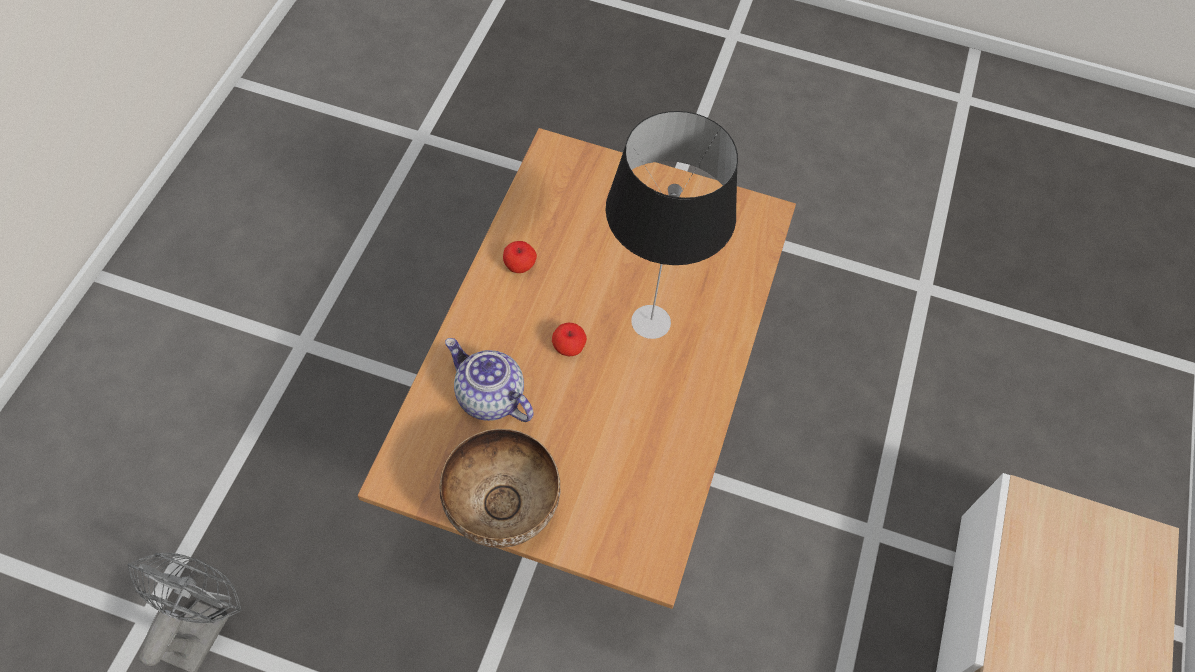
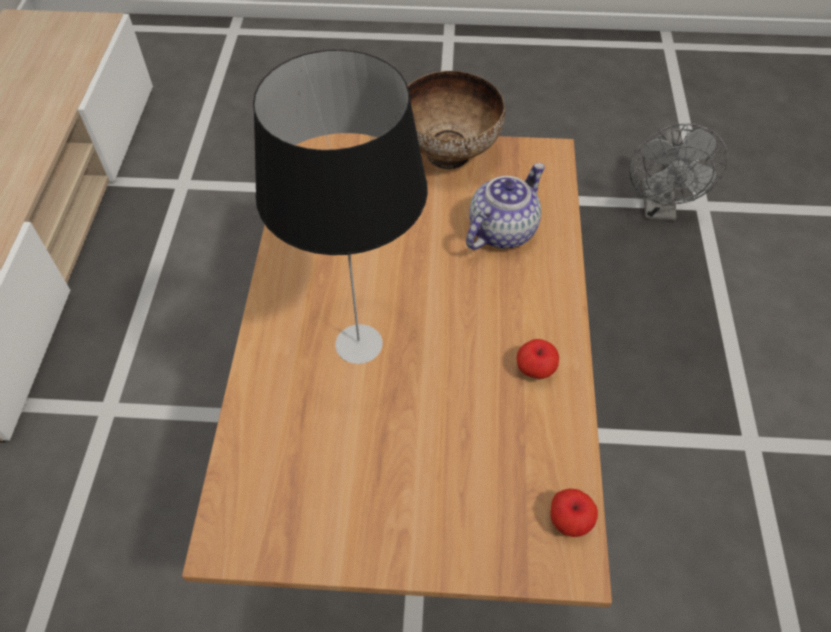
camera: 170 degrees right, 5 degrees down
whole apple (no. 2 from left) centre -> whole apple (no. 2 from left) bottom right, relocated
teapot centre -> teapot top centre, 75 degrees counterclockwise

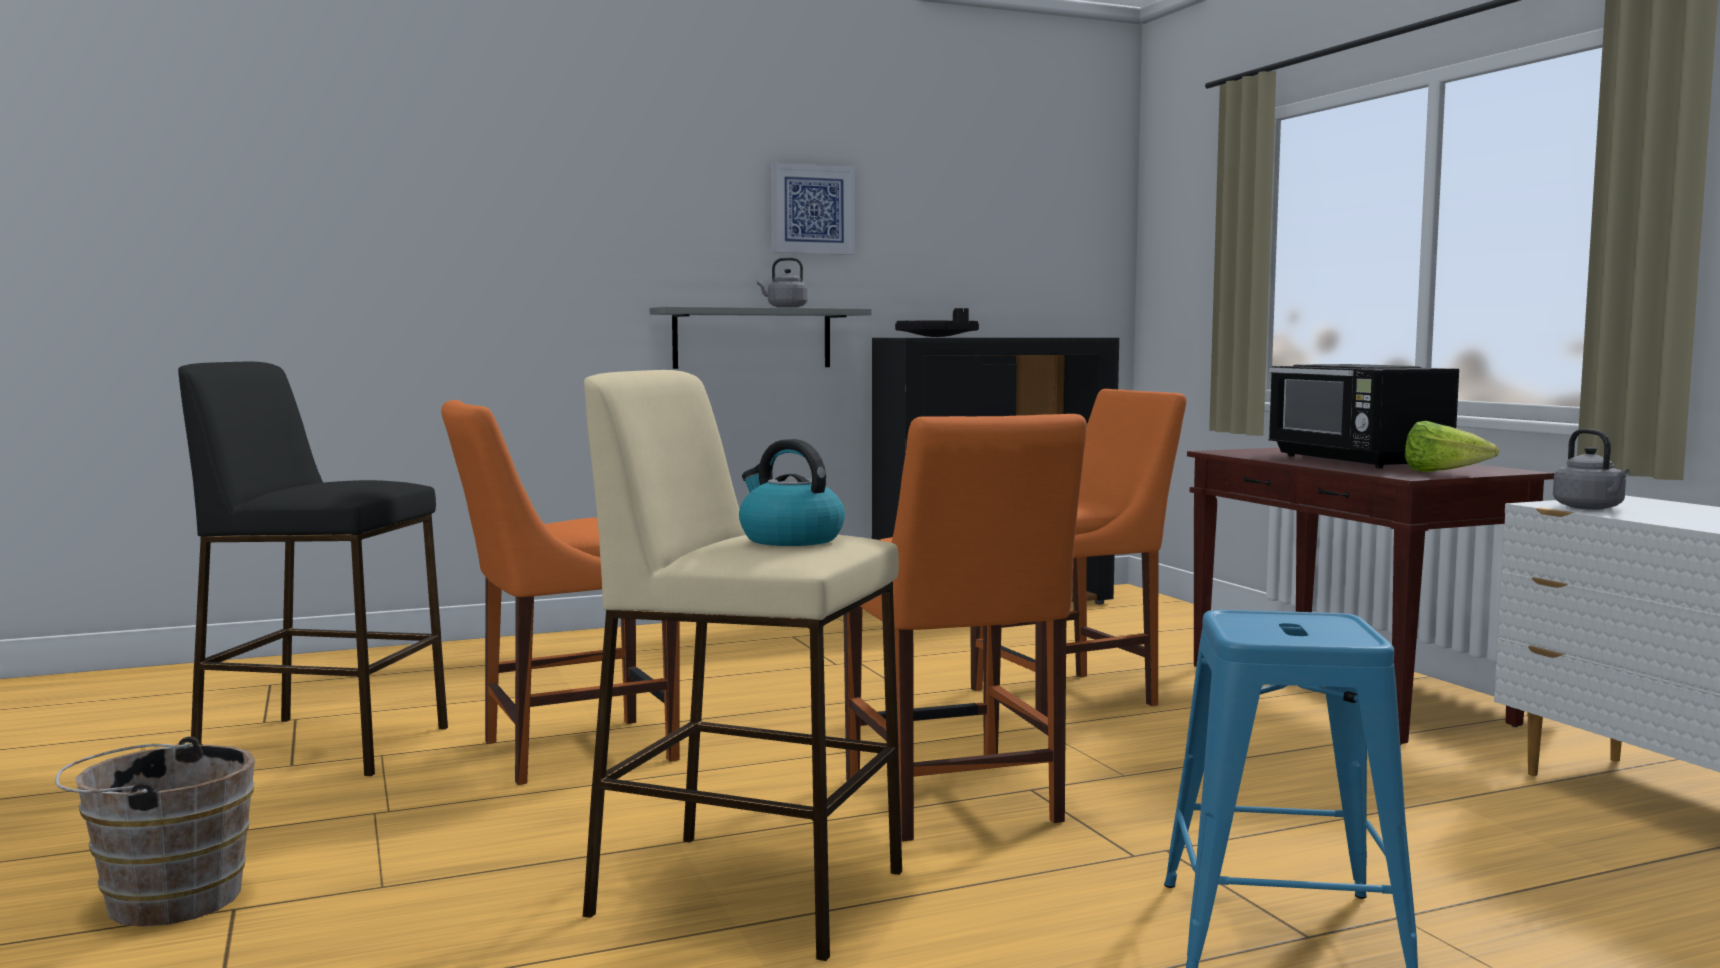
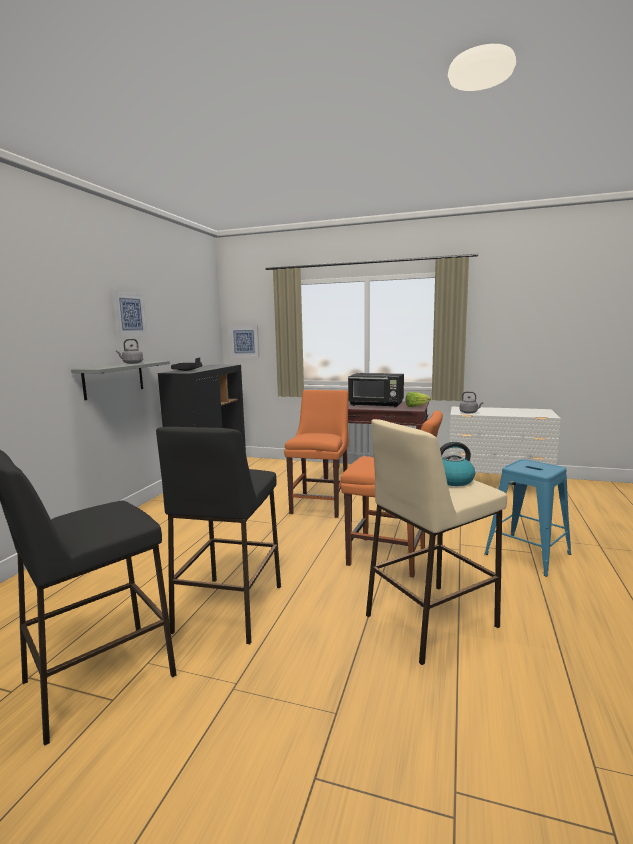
camera: 50 degrees left, 5 degrees up
orange-coloured upright chair (no. 1 from left) middle left -> blackish stool seat (no. 2 from left) centre
brown-coloured pail bottom left -> none
none -> wall picture (no. 2 from left) centre

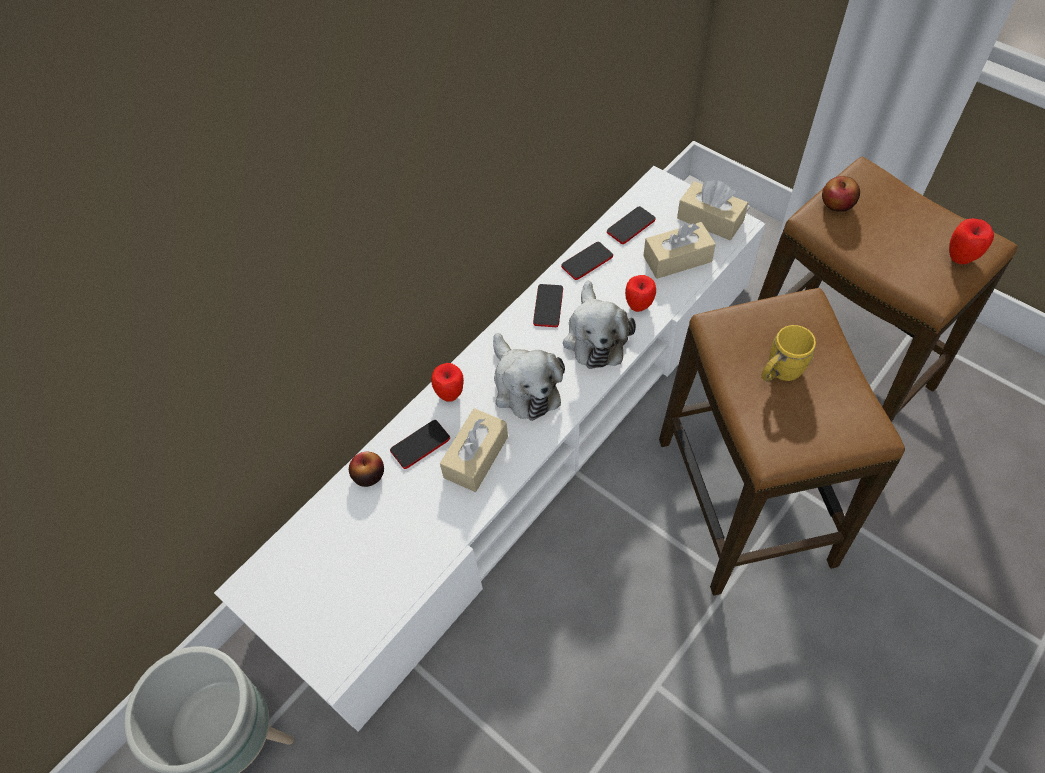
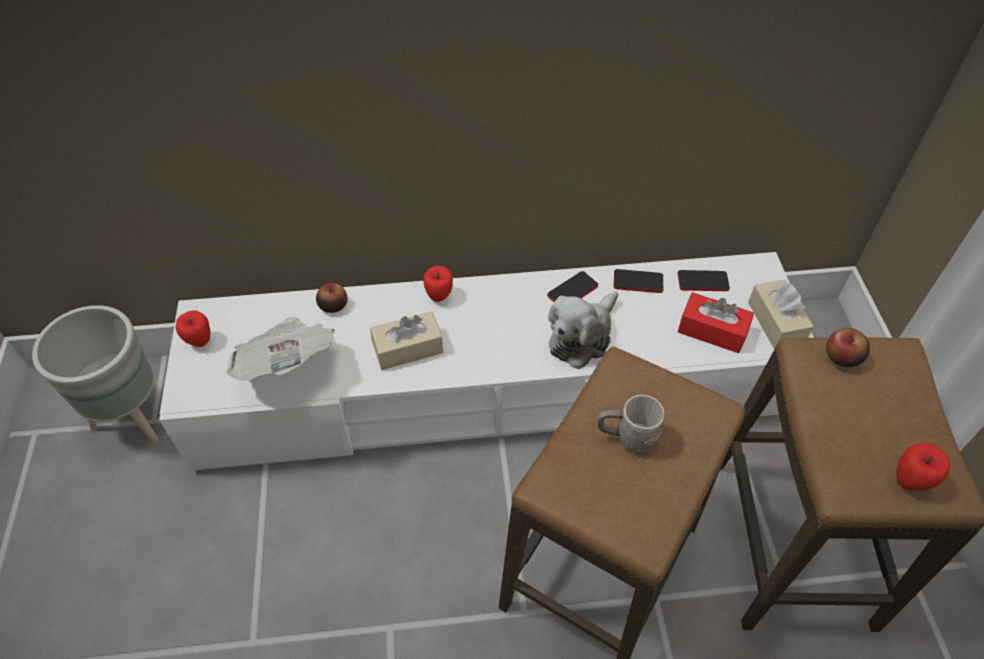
camera: 40 degrees right, 5 degrees down
beige box of tissues (no. 2 from left) top centre -> red box of tissues middle right
whole apple (no. 3 from left in the first image) centre -> whole apple (no. 1 from left) middle left, relocated
yellow coffee mug middle right -> greyish coffee mug centre
plush toy (no. 1 from left) centre -> none
phone (no. 1 from left) centre -> none
none -> daily paper middle left

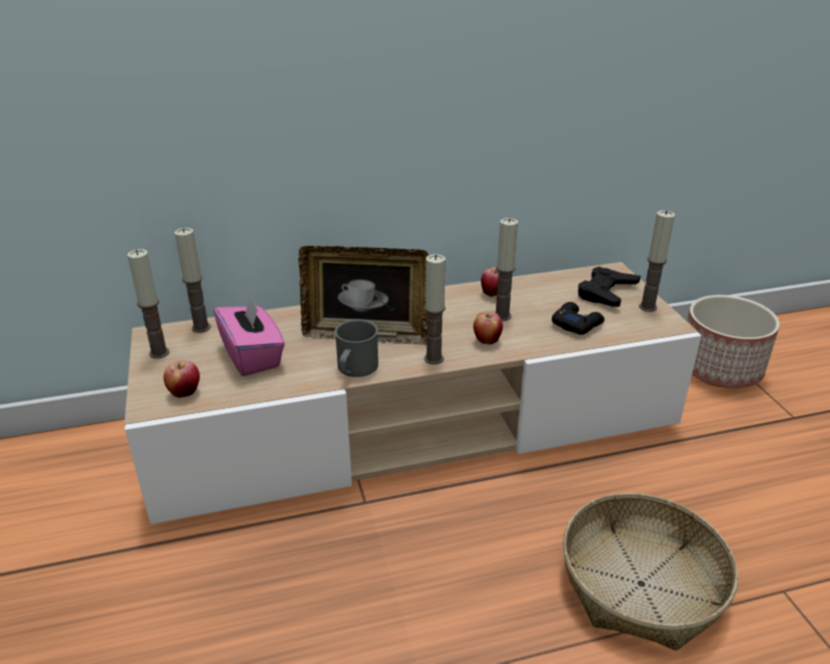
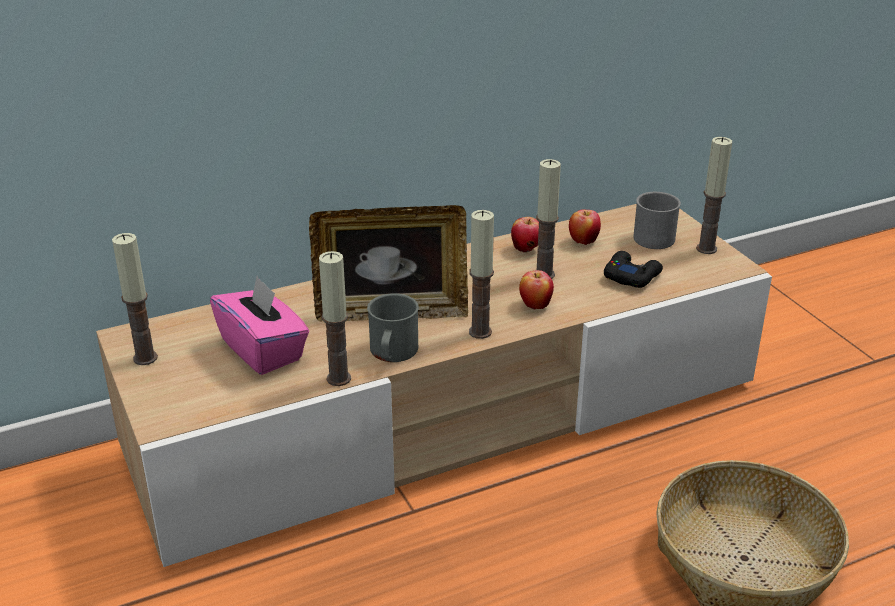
camera: 10 degrees left, 0 degrees up
candle (no. 2 from left) middle left -> candle (no. 2 from left) centre, relocated
blackish gamepad (no. 2 from left) middle right -> greyish coffee mug (no. 2 from left) middle right
flower pot middle right -> none
whole apple (no. 1 from left in the first image) middle left -> whole apple (no. 3 from left) centre, relocated

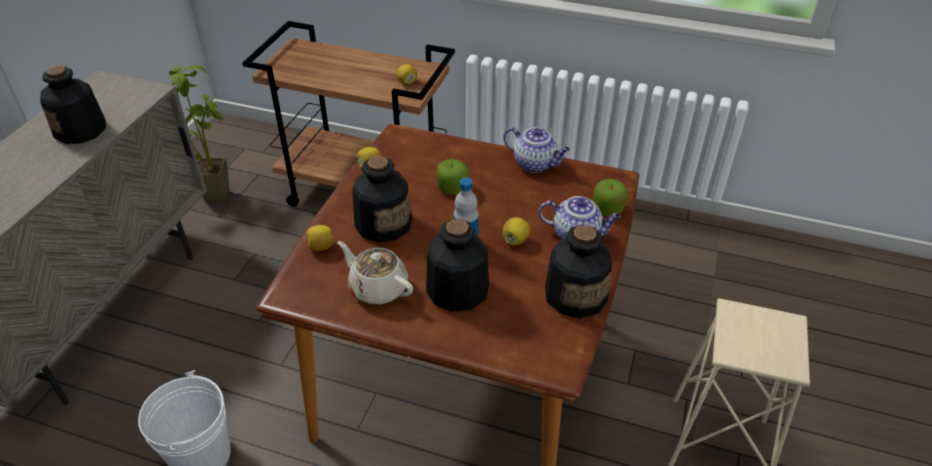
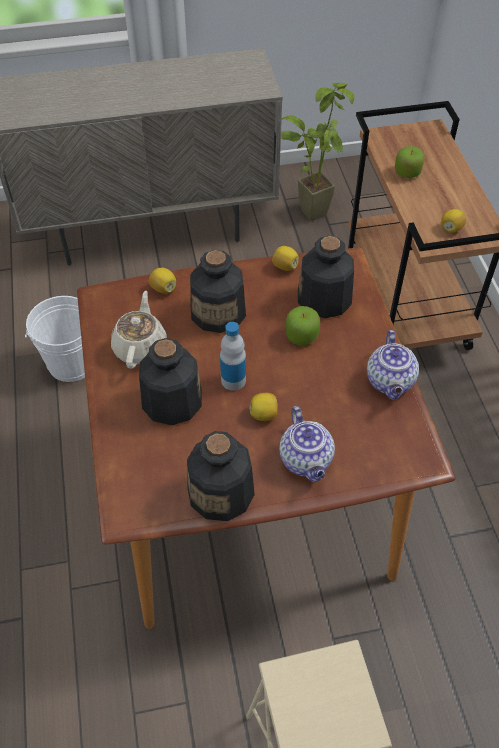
camera: 60 degrees right, 10 degrees up
beverage bottle (no. 1 from left in the first image) top left -> beverage bottle (no. 5 from left) centre, relocated
whole apple (no. 2 from left) centre -> whole apple (no. 2 from left) top right, relocated

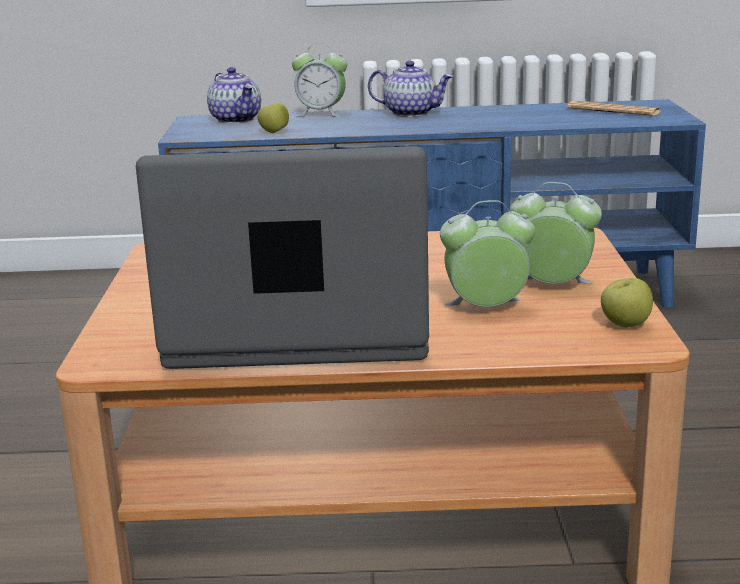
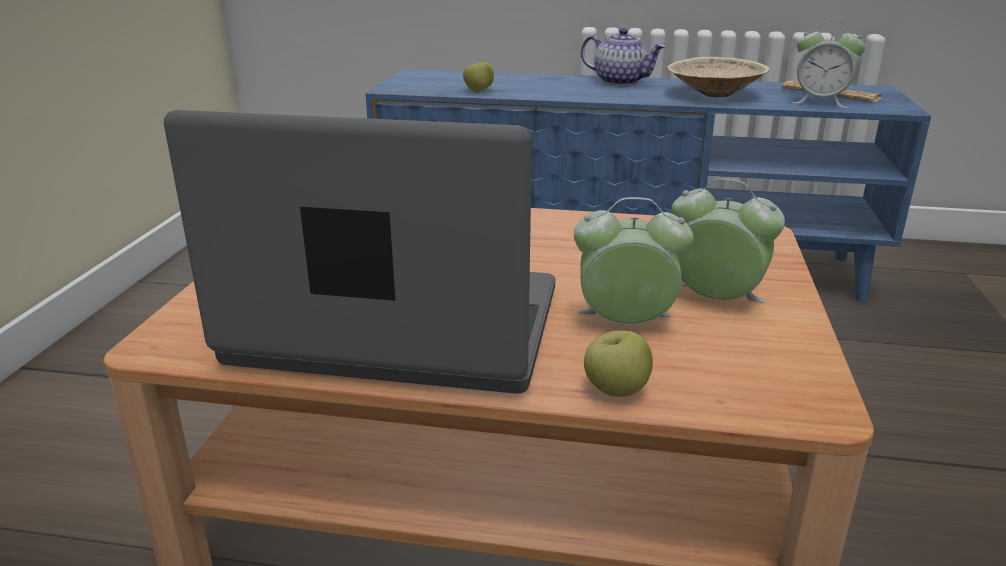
camera: 10 degrees right, 5 degrees up
alarm clock (no. 1 from left in the first image) top centre -> alarm clock (no. 3 from left) top right, relocated
teapot (no. 1 from left) top left -> none
whole apple (no. 2 from left) middle right -> whole apple (no. 2 from left) centre, relocated
none -> beige bowl top right

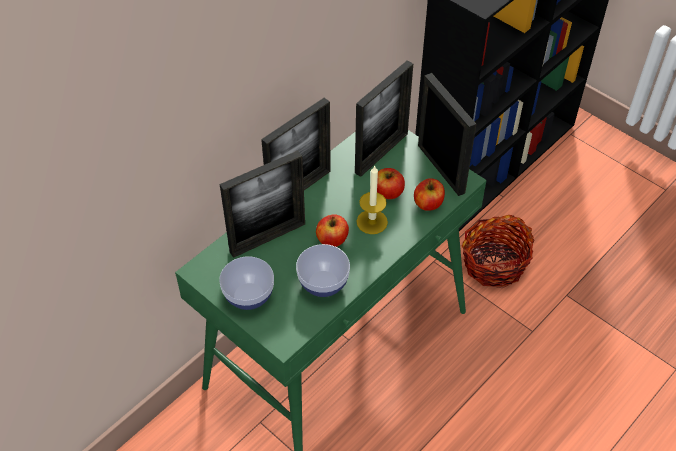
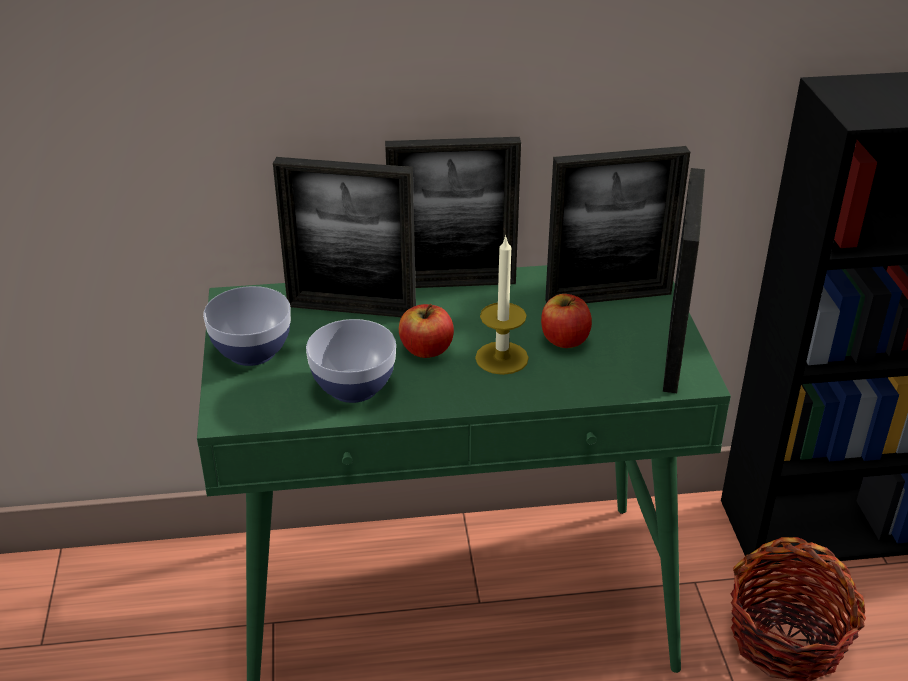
camera: 40 degrees right, 15 degrees down
whole apple (no. 3 from left) centre -> none

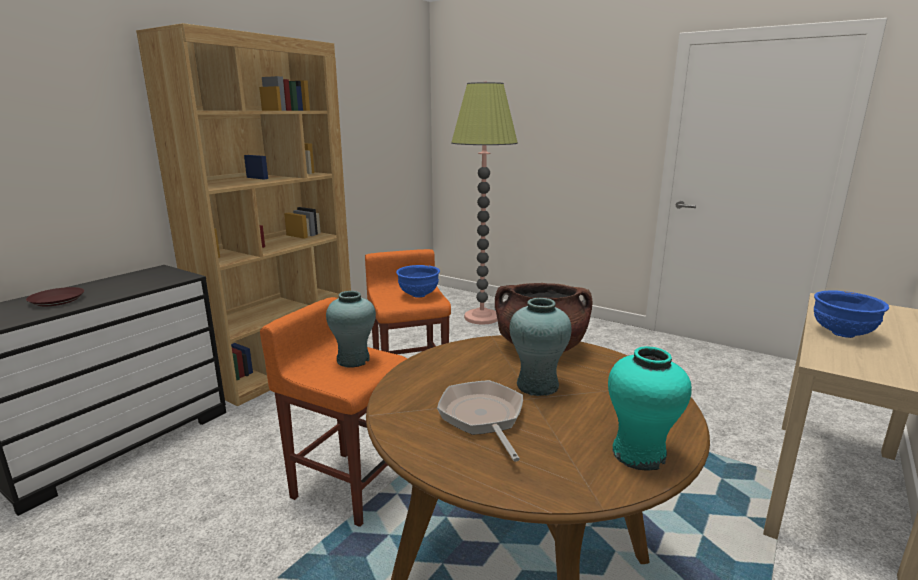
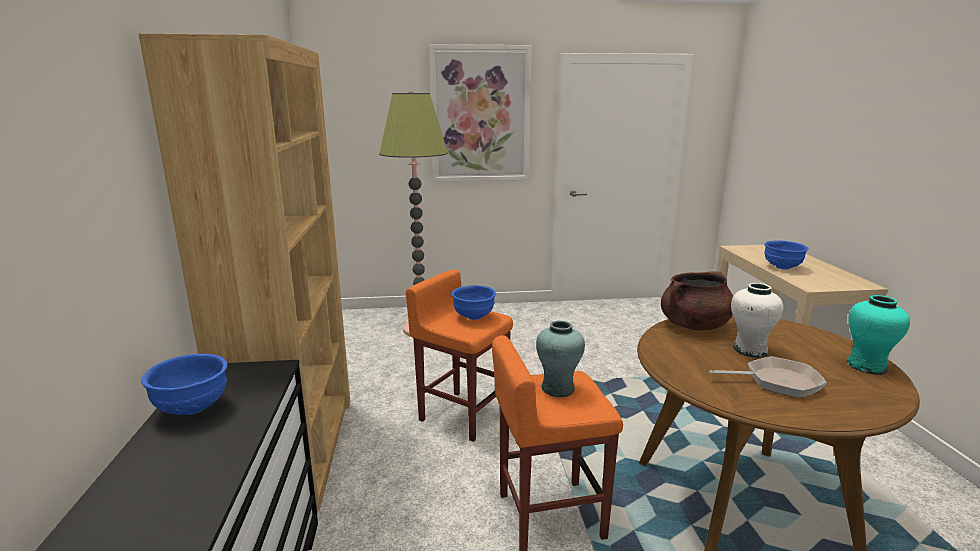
camera: 40 degrees left, 0 degrees up
brown-coloured plate middle left -> none
turquoise decorative vase (no. 2 from left) centre -> whitish decorative vase middle right
pan bottom centre -> pan bottom right, 150 degrees clockwise
none -> wall picture top centre
none -> blue bowl (no. 1 from left) bottom left

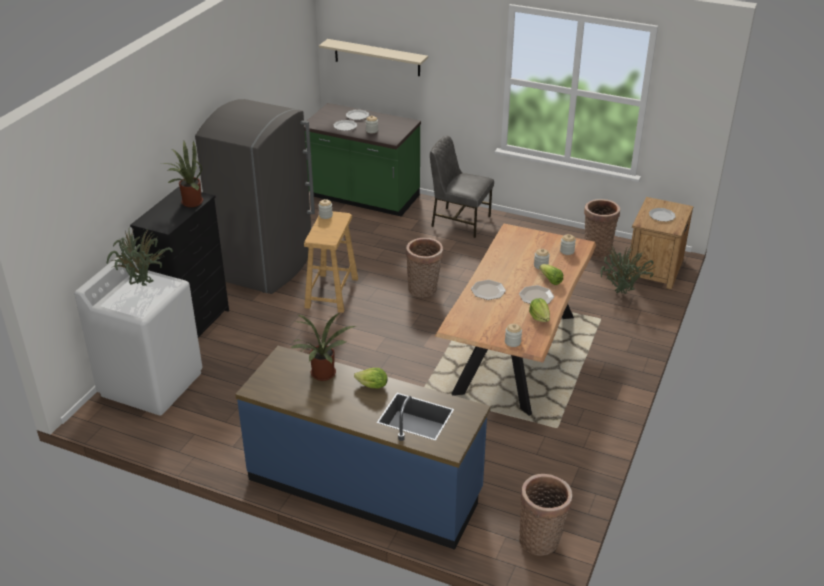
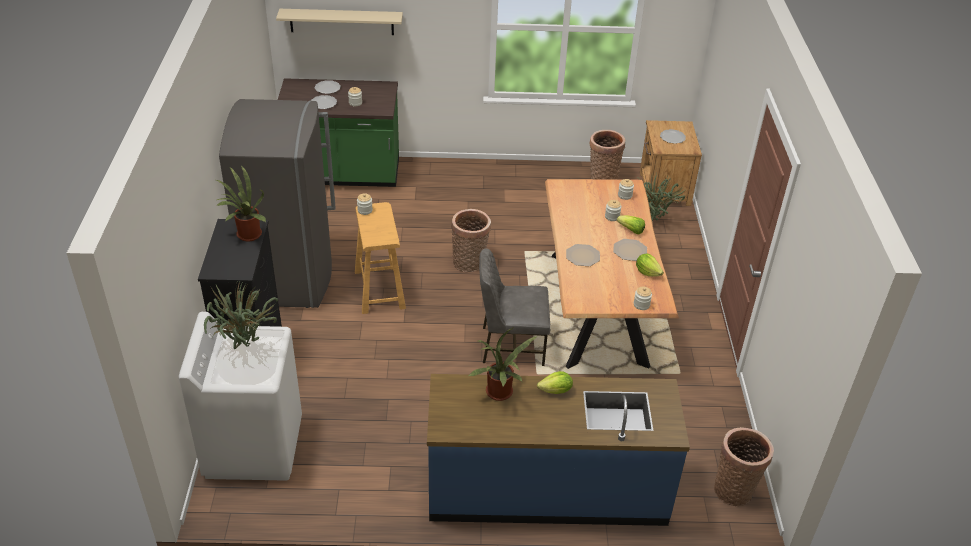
camera: 25 degrees left, 5 degrees up
greyish upright chair top centre -> greyish upright chair centre, relocated

